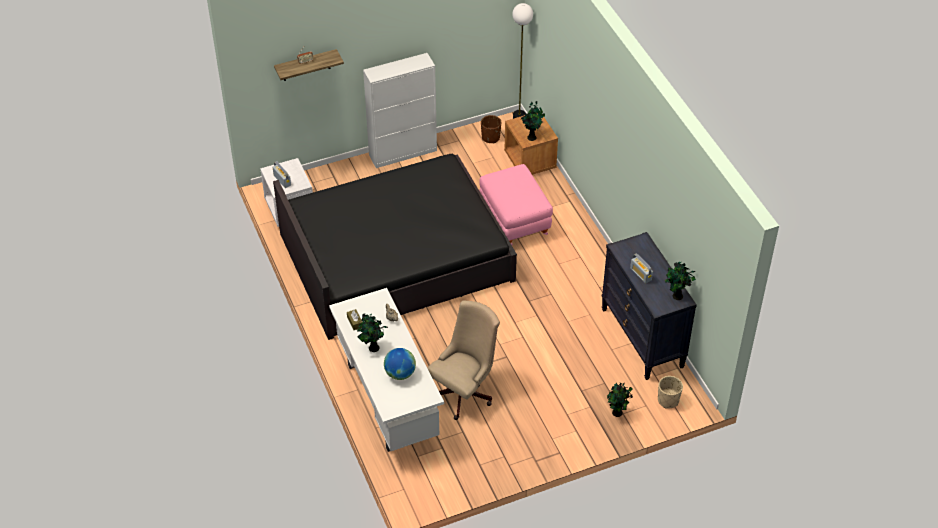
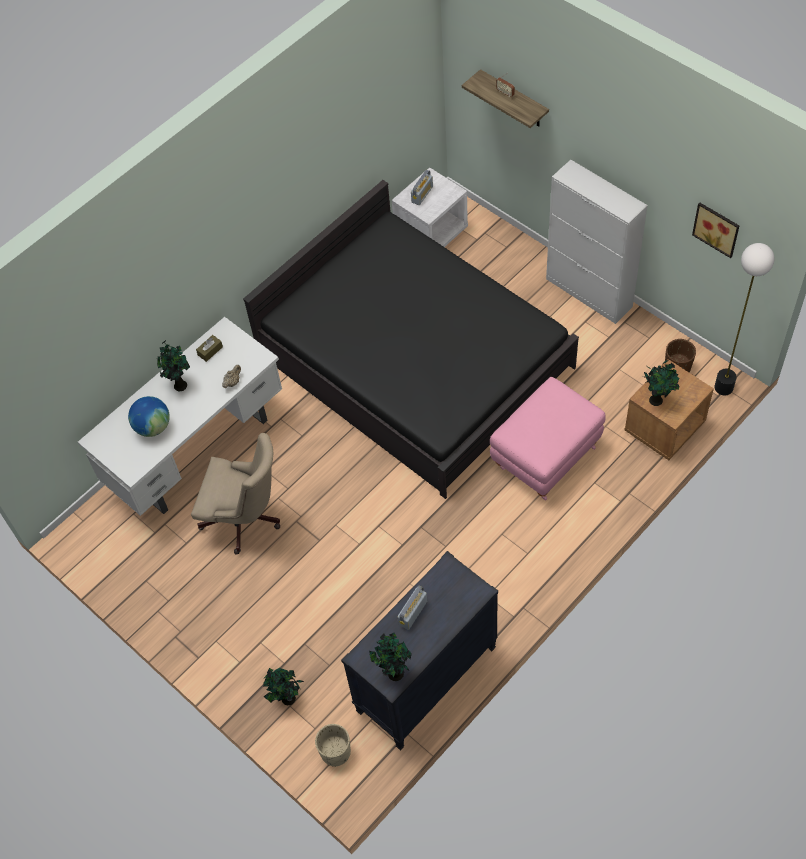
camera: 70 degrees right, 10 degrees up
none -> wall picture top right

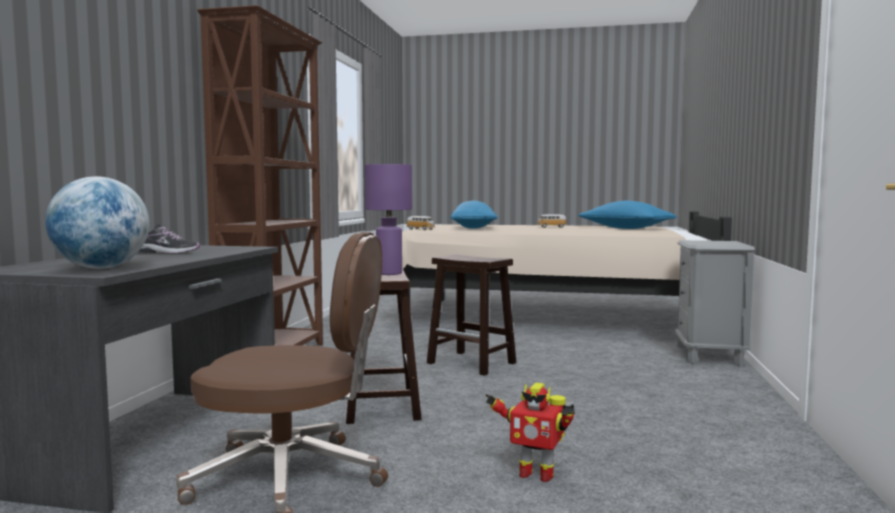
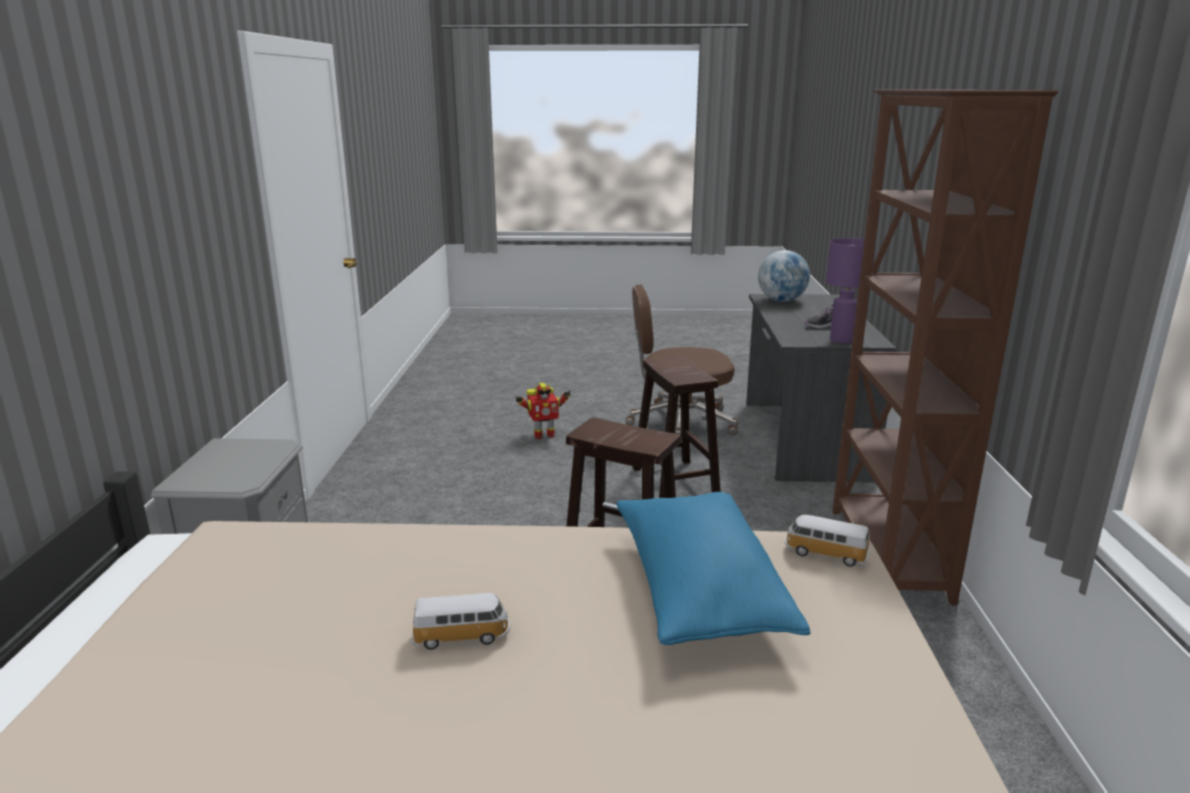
camera: 170 degrees right, 15 degrees up
purplish tabletop lamp centre -> purplish tabletop lamp middle right, relocated
blue cushion (no. 2 from left) middle right -> none
model robot bottom centre -> model robot centre, 150 degrees clockwise

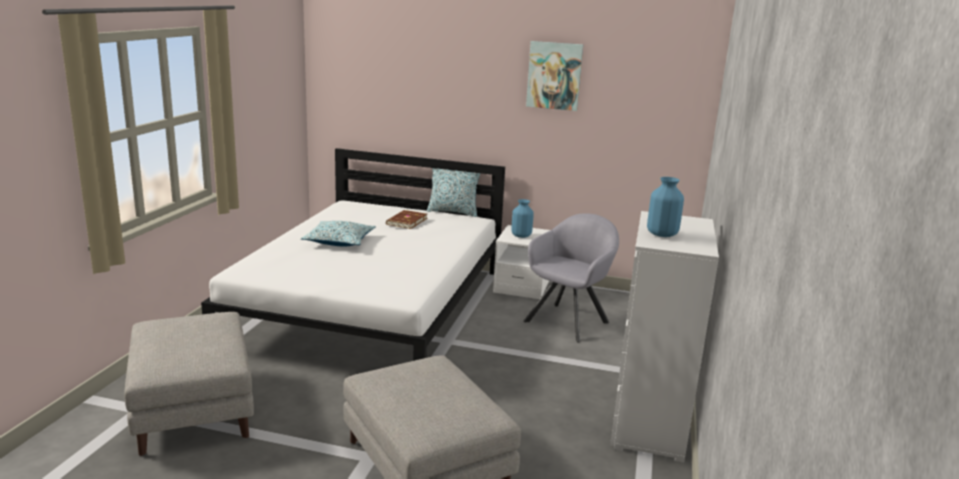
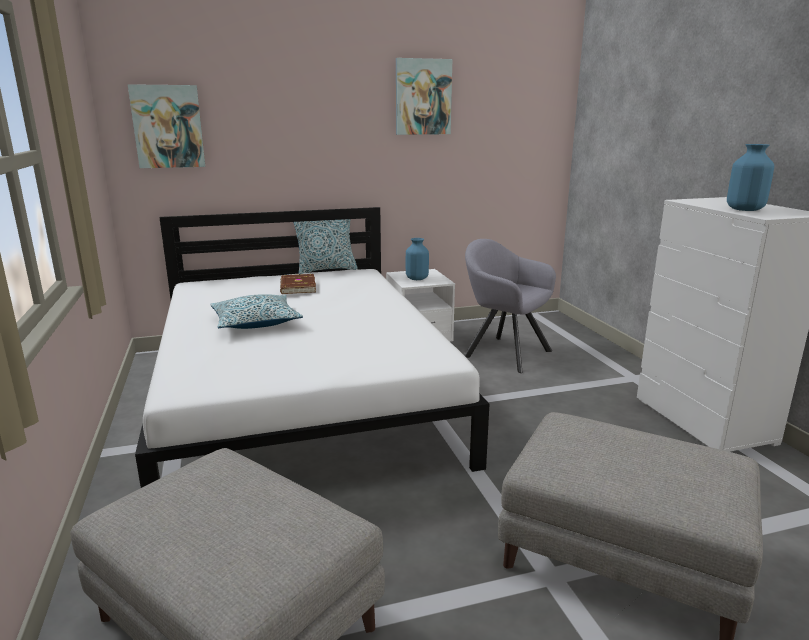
camera: 30 degrees left, 0 degrees up
greyish lounge chair centre, 60 degrees counterclockwise
none -> wall picture (no. 1 from left) top left

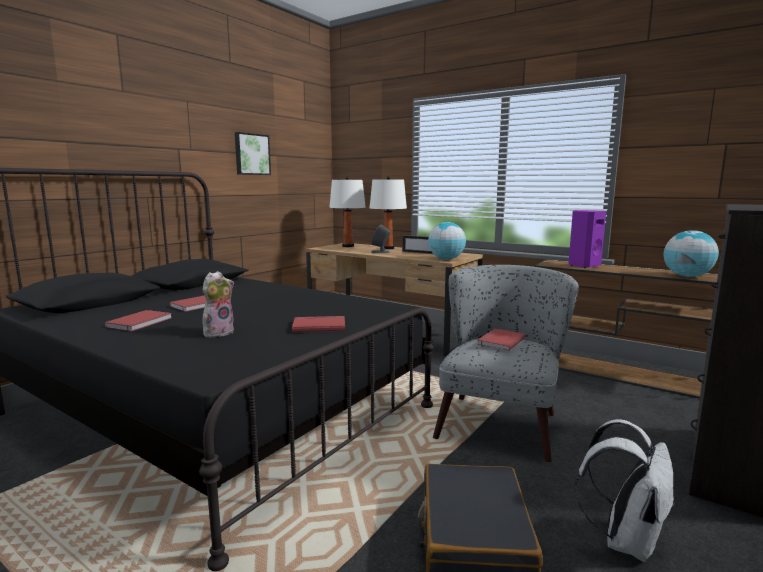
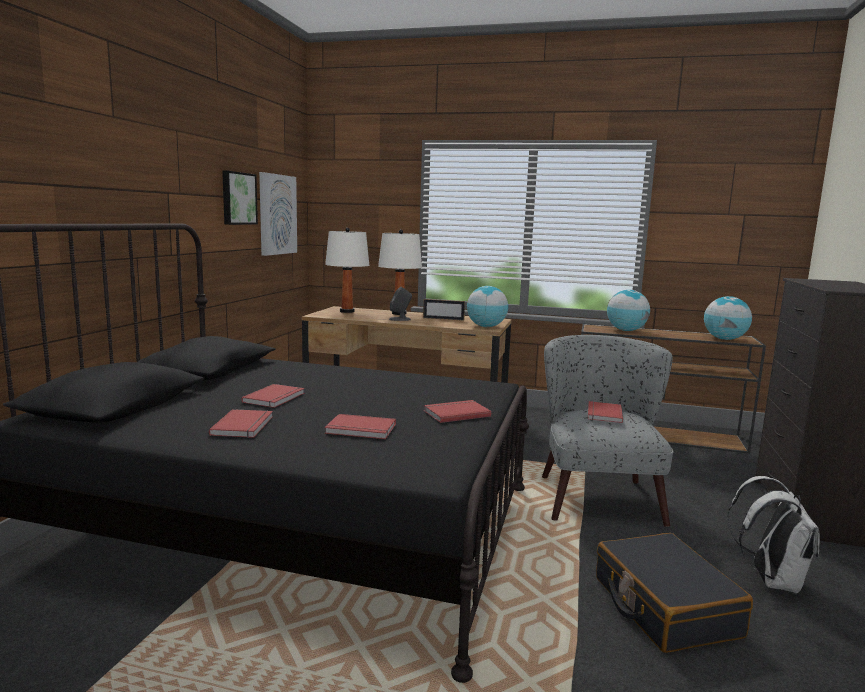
camera: 20 degrees left, 0 degrees up
purplish loudspeaker middle right -> desk globe (no. 2 from left) middle right
plush toy middle left -> red volume (no. 3 from left) centre
none -> wall picture (no. 2 from left) top left

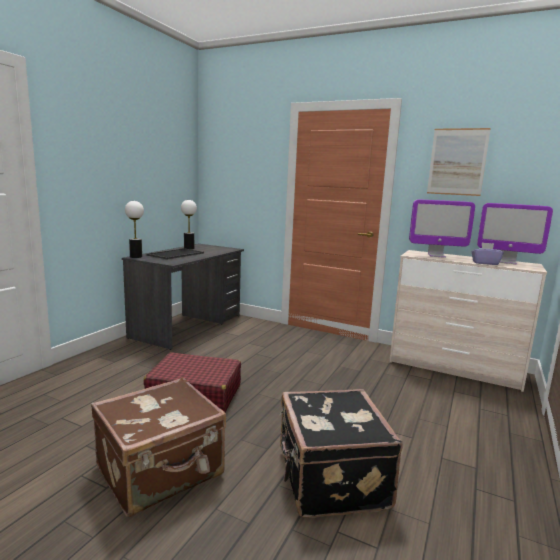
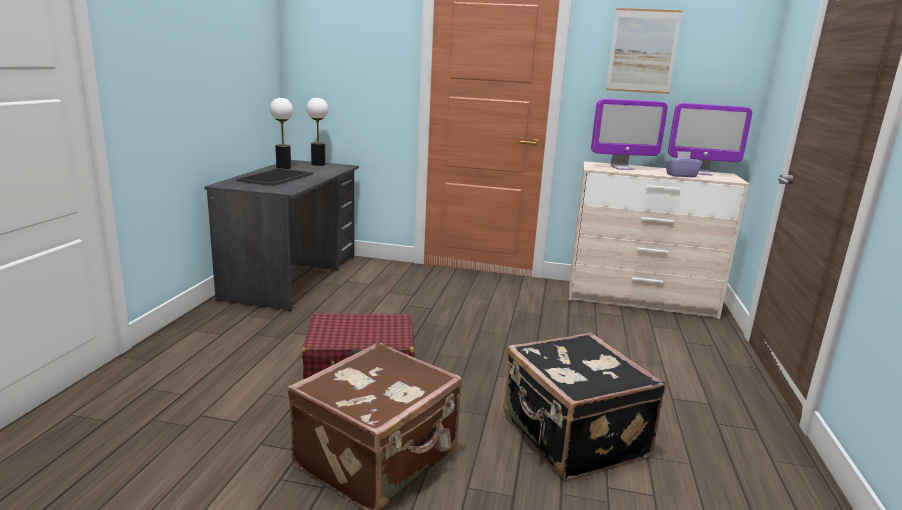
camera: 15 degrees left, 5 degrees up
tabletop lamp (no. 1 from left in the first image) middle left -> tabletop lamp (no. 2 from left) top centre, relocated

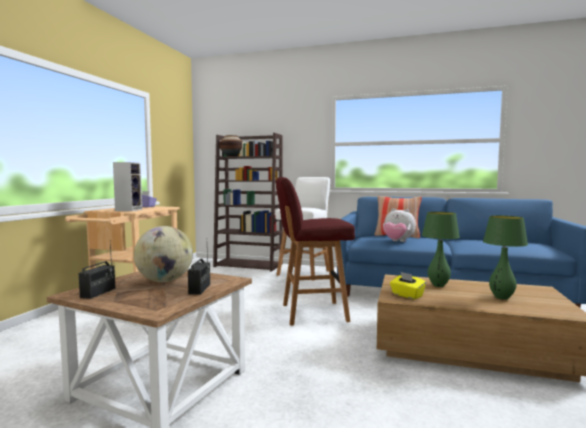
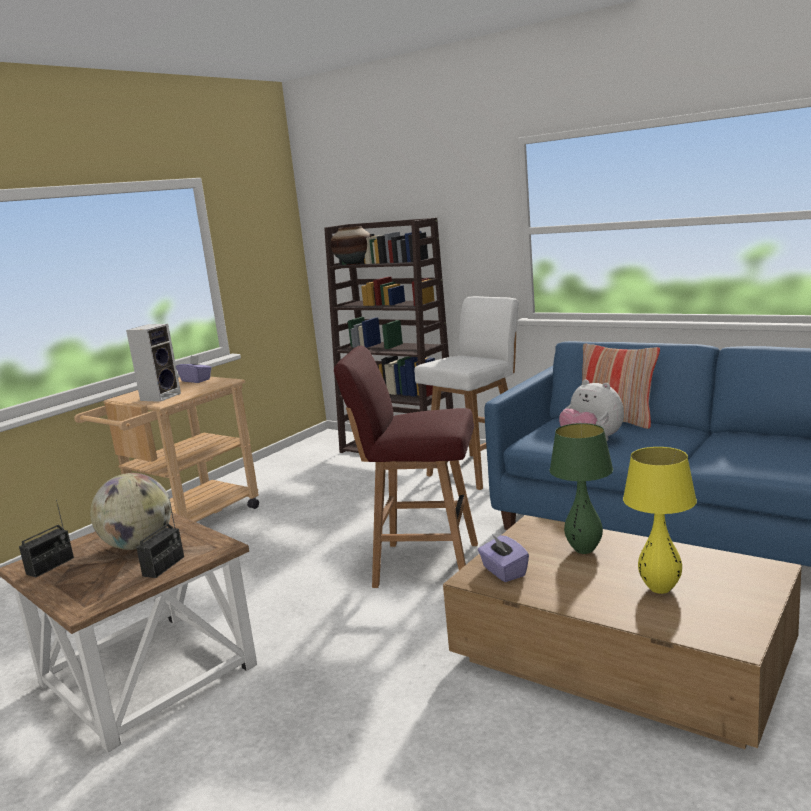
camera: 20 degrees right, 10 degrees up
green tabletop lamp (no. 2 from left) middle right -> yellow tabletop lamp middle right
yellow box of tissues middle right -> purplish box of tissues (no. 2 from left) bottom centre

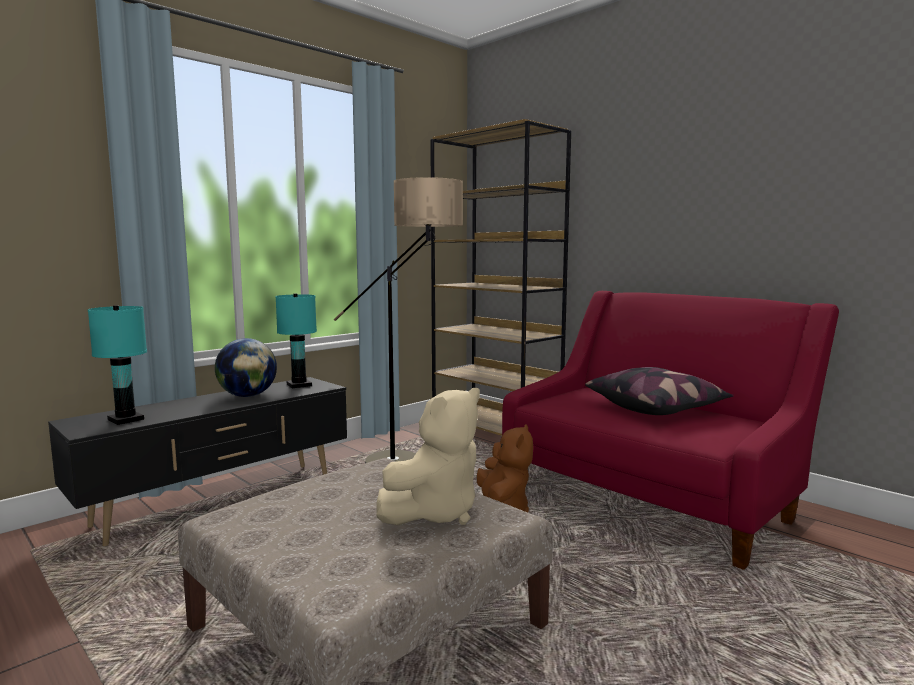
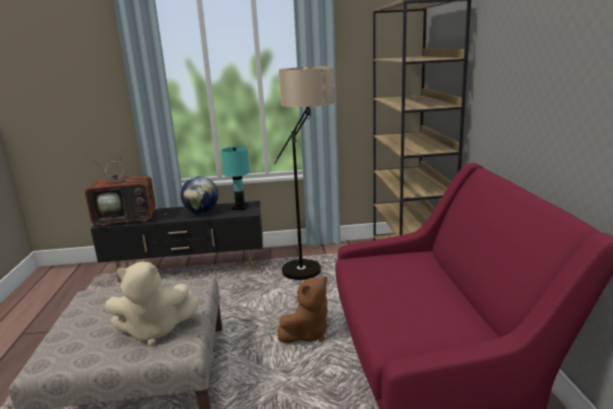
camera: 40 degrees right, 10 degrees up
turquoise tabletop lamp (no. 1 from left) middle left -> TV middle left
cushion middle right -> none

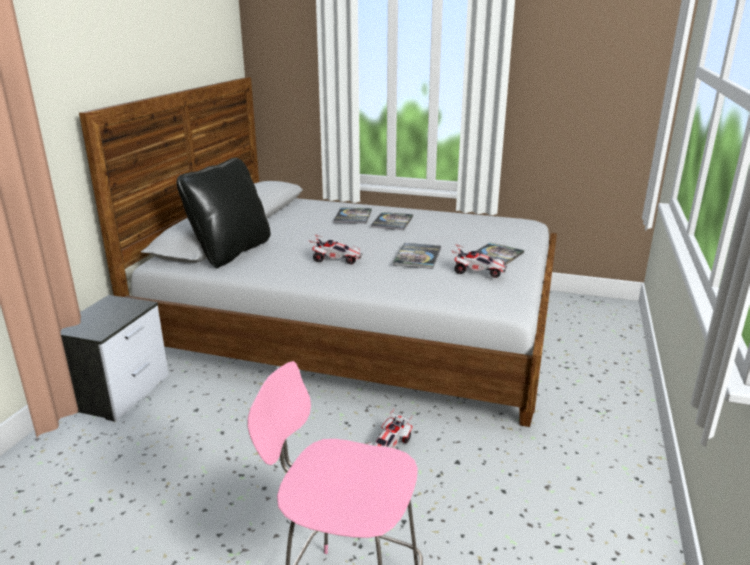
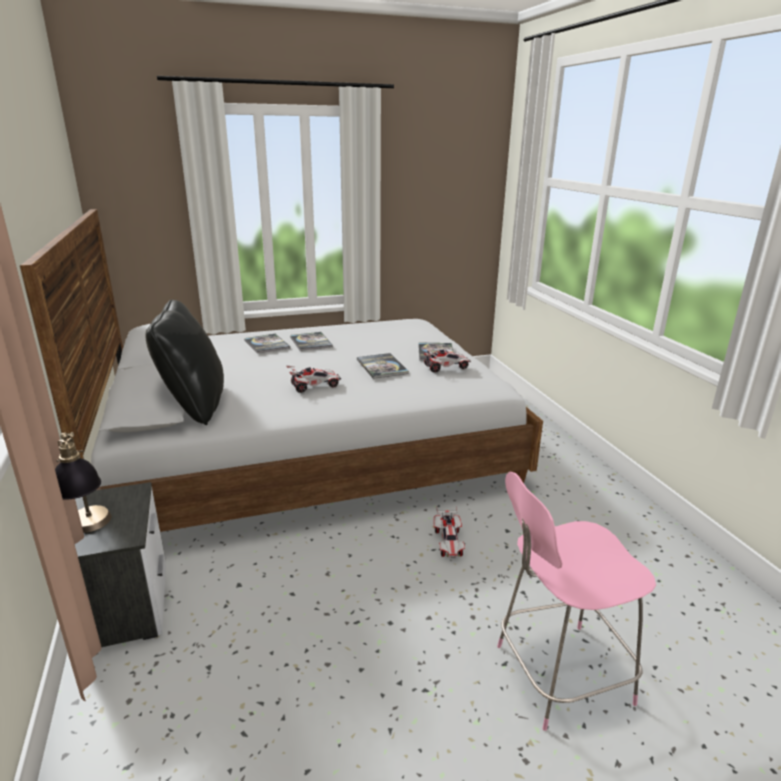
camera: 35 degrees left, 0 degrees up
none -> tabletop lamp middle left

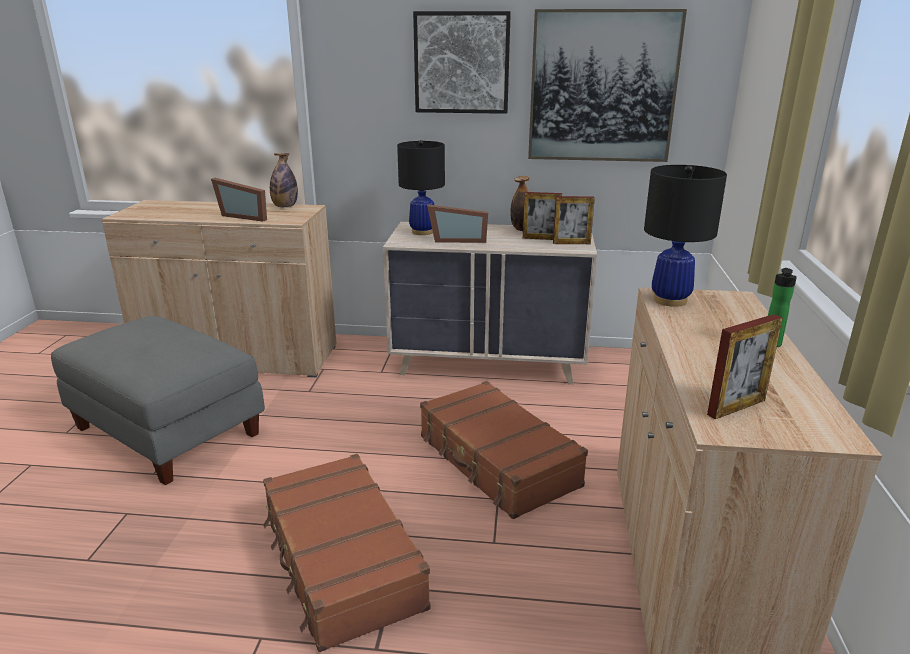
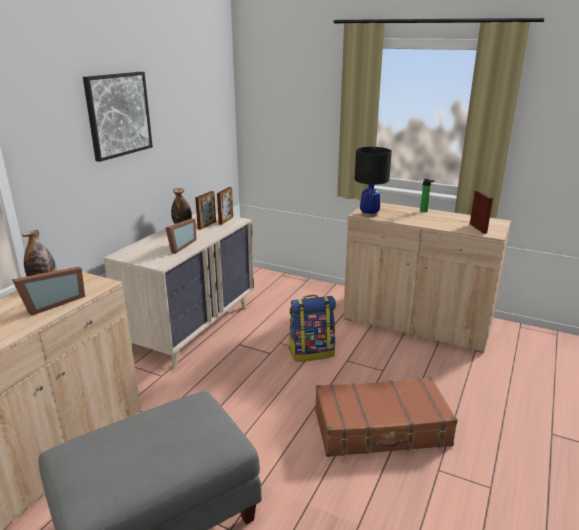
camera: 70 degrees left, 0 degrees up
wall picture (no. 2 from left) top right -> none
blackish tabletop lamp (no. 1 from left) top centre -> none
brown-coloured suitcase (no. 2 from left) bottom centre -> knapsack centre

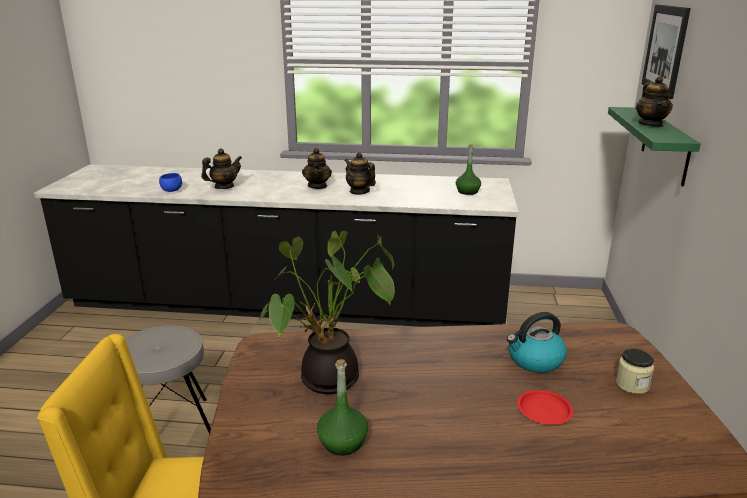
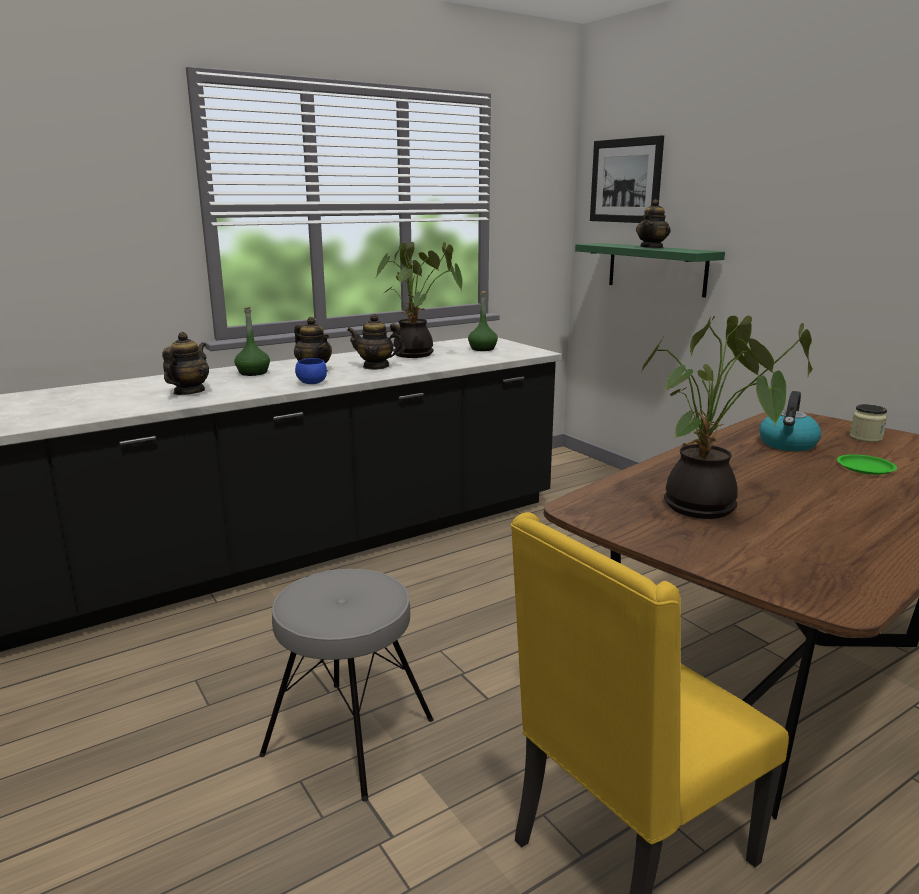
camera: 40 degrees left, 5 degrees down
teapot (no. 4 from left) top right, 75 degrees clockwise
blue bowl middle left -> blue bowl centre, relocated
green beverage bottle (no. 1 from left) bottom centre -> green beverage bottle (no. 1 from left) middle left, relocated
red plate bottom right -> green plate middle right
none -> houseplant (no. 1 from left) centre

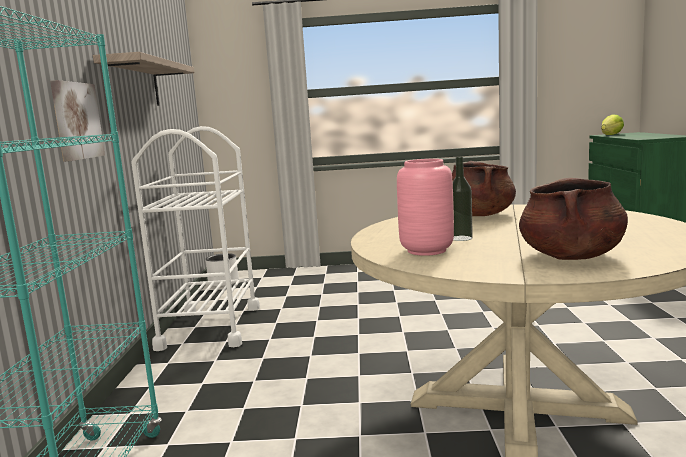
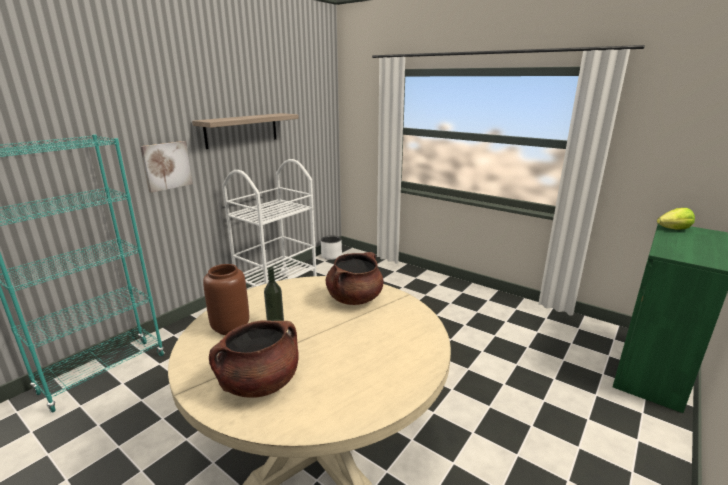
camera: 35 degrees right, 10 degrees up
pink-coloured decorative vase centre -> brown-coloured decorative vase middle left

